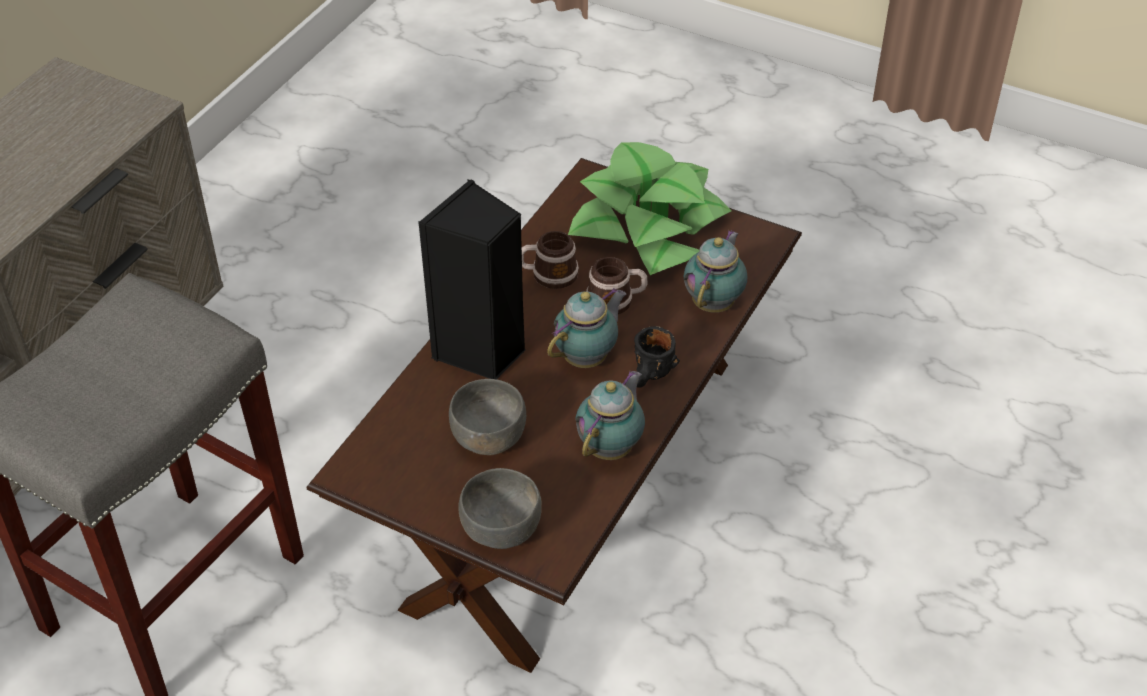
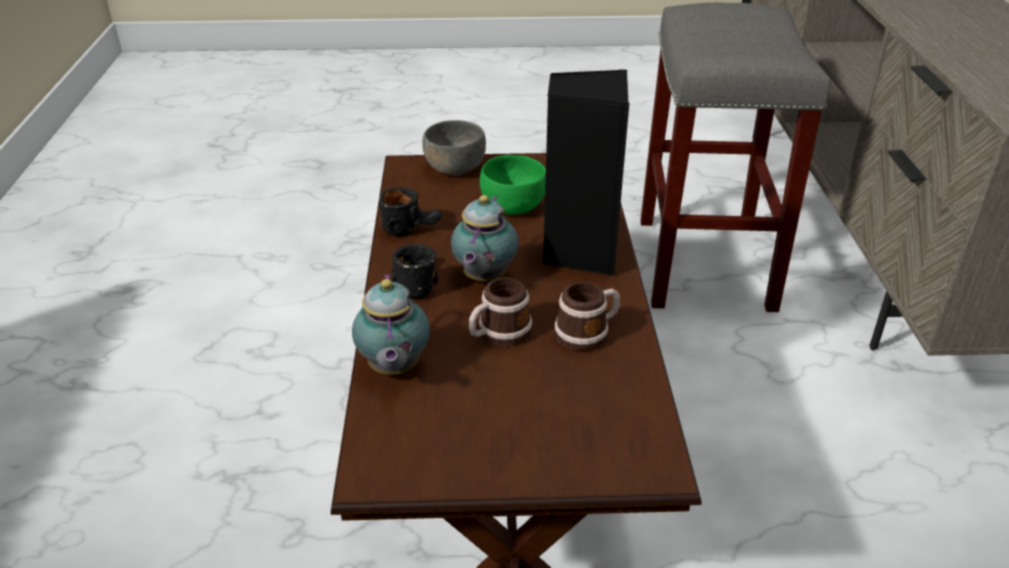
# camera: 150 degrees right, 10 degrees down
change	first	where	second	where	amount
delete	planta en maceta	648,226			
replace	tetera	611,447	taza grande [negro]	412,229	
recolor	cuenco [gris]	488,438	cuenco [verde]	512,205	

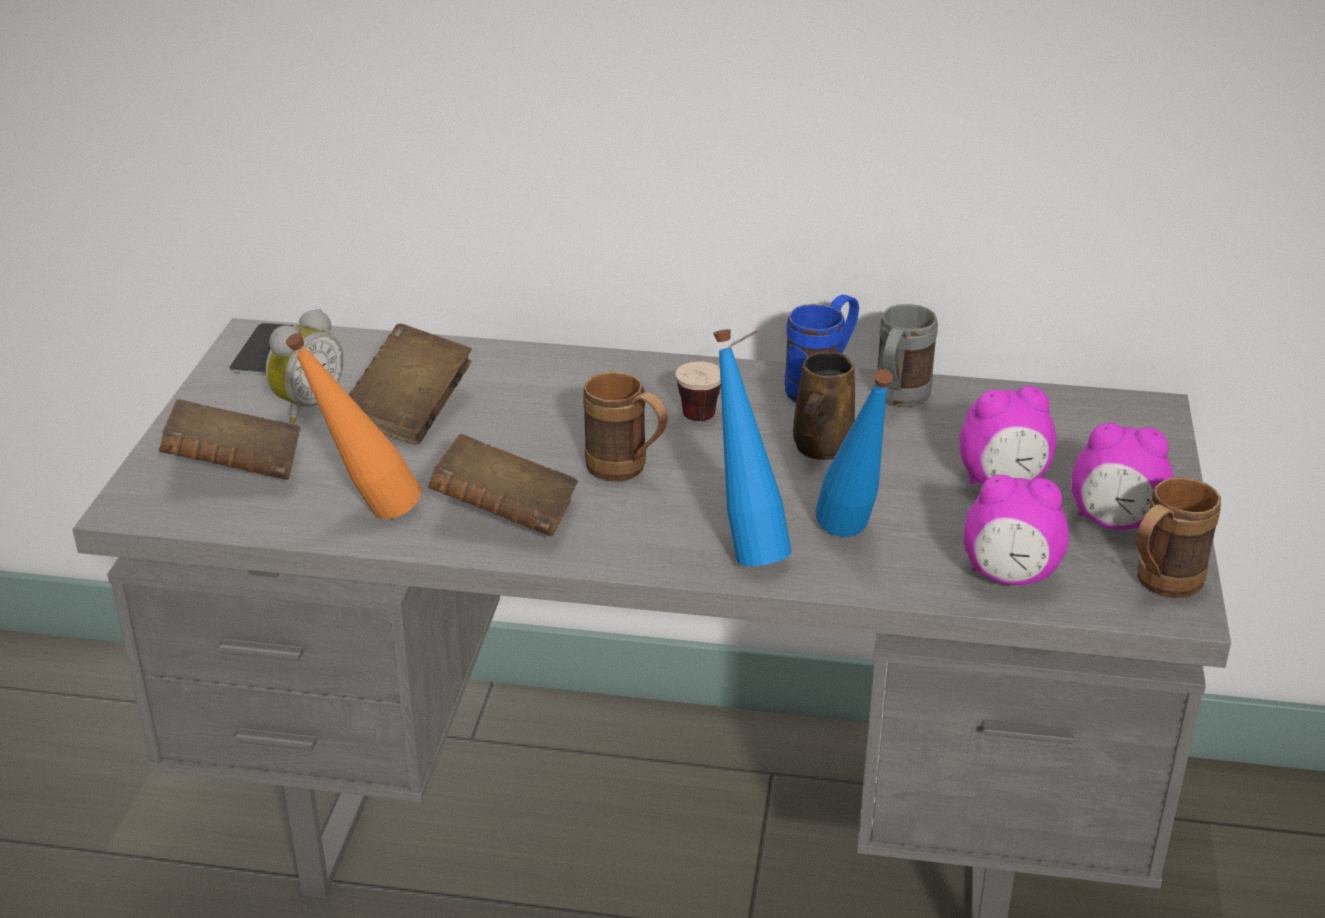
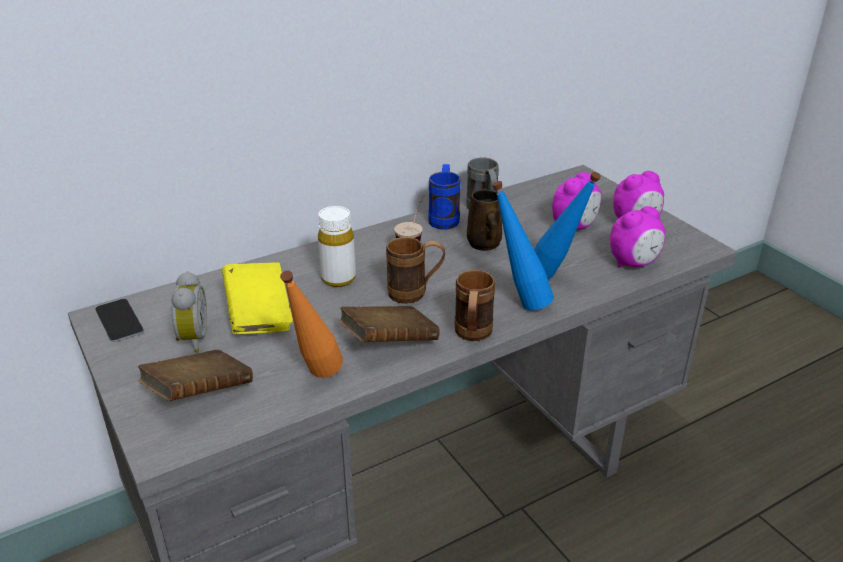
# camera: 40 degrees left, 0 degrees up
change	first	where	second	where	amount
insert			botella [blanco]	338,278	
move	taza grande [marrón]	1159,585		472,336	
recolor	libro [marrón]	410,412	libro [amarillo]	259,315	

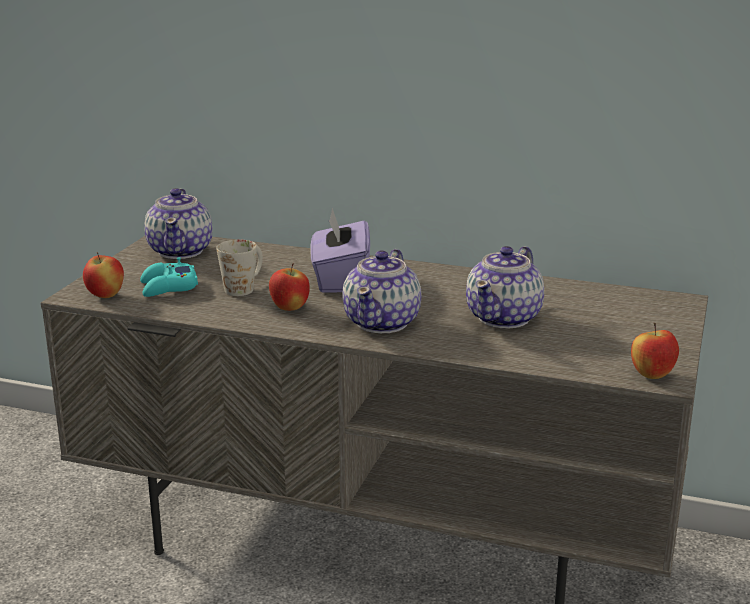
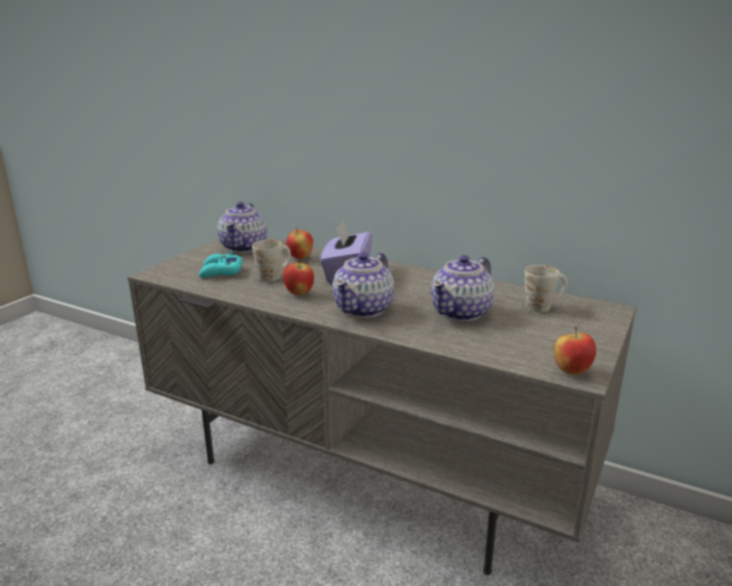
# camera: 10 degrees right, 0 degrees up
change	first	where	second	where	amount
insert			taza grande [blanco]	544,306	
move	manzana	105,296		300,257	

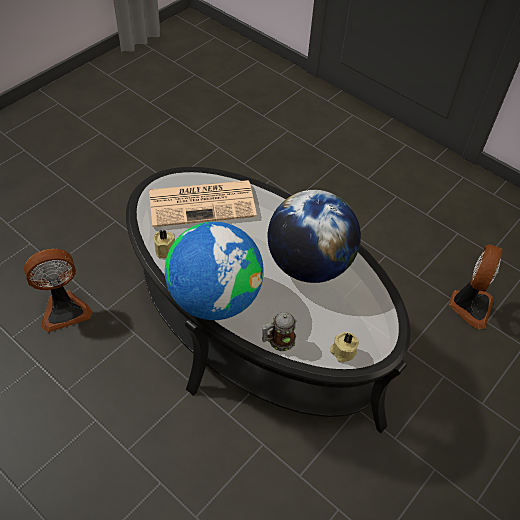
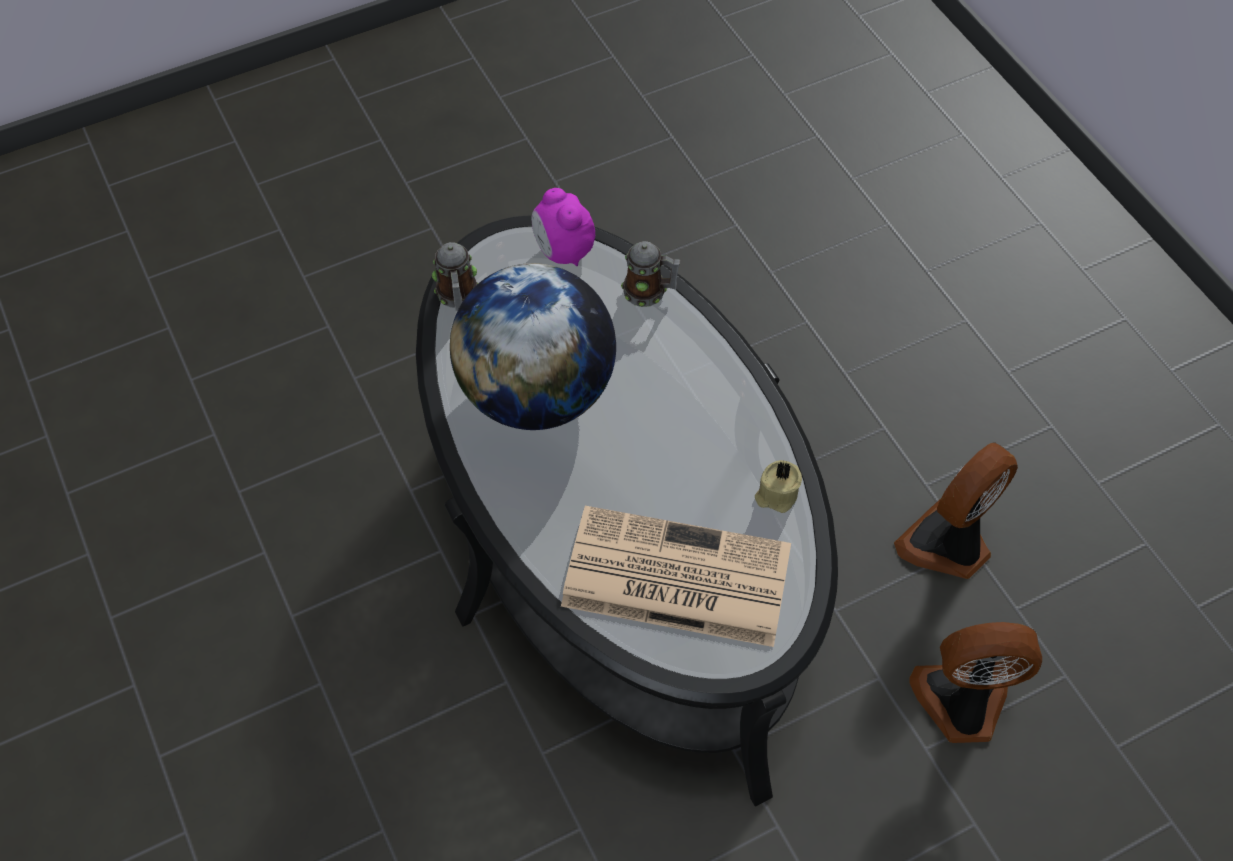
# camera: 155 degrees left, 5 degrees up
change	first	where	second	where	amount
delete	globo terráqueo	215,299			
insert			taza grande	458,297	
move	ventilador	469,305		948,544	
replace	vela [beis]	342,351	despertador	563,251	

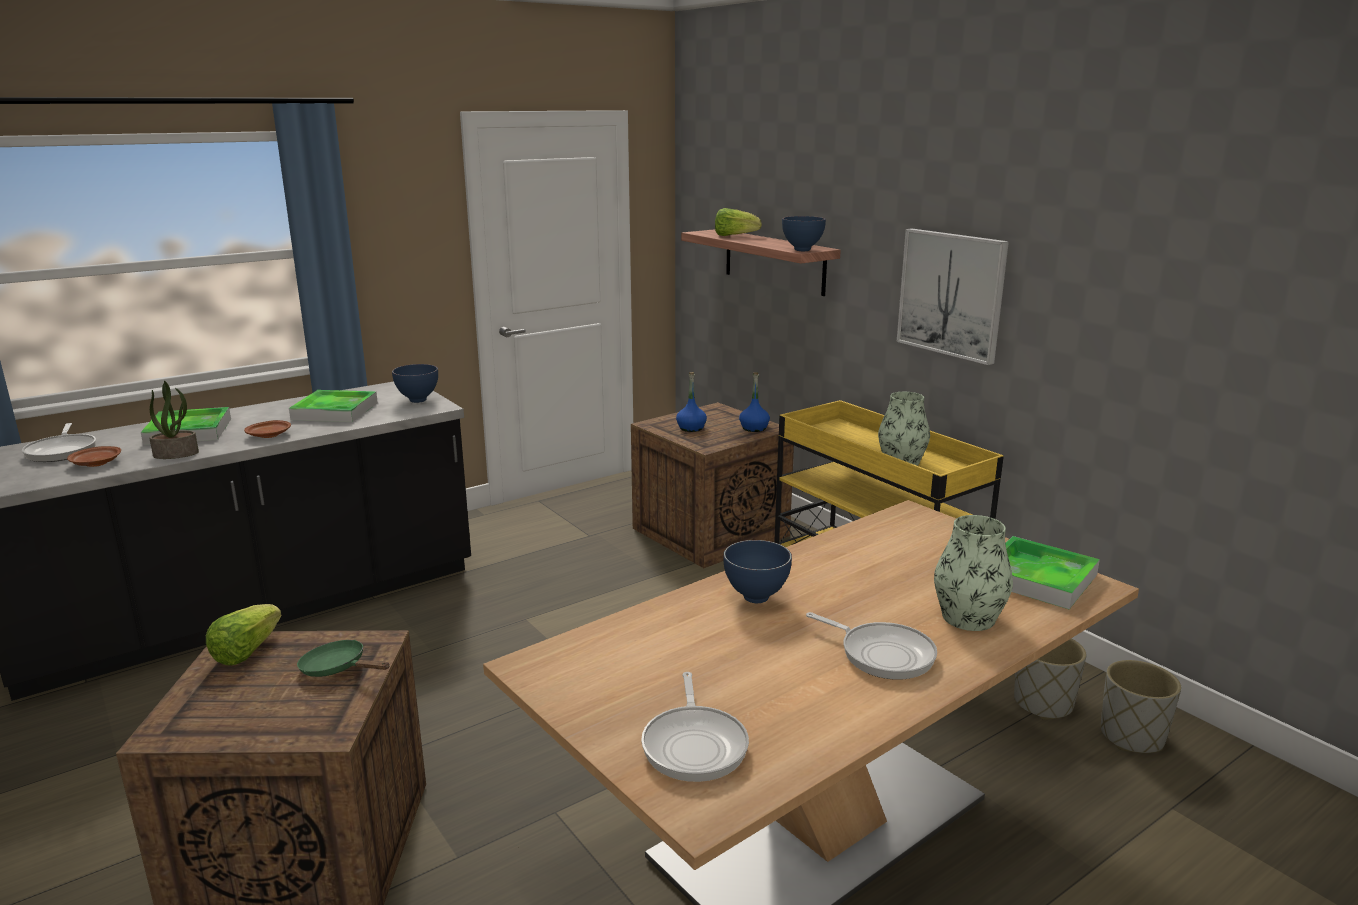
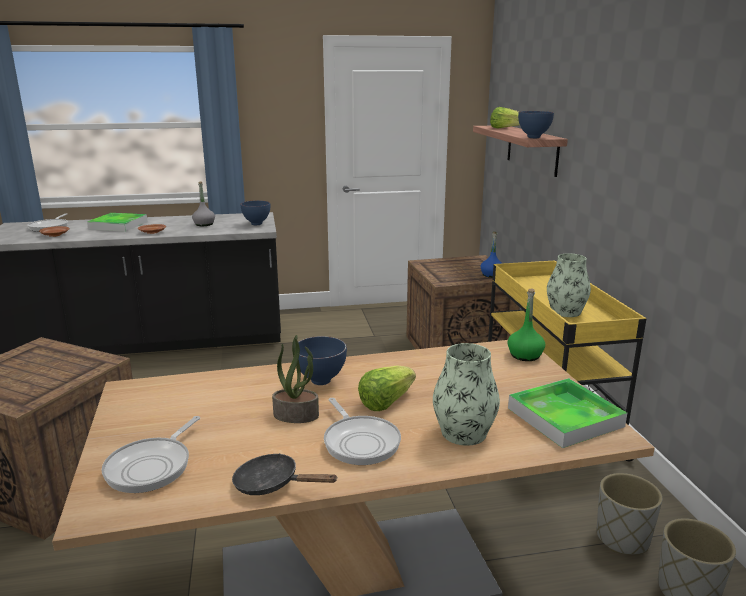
# camera: 25 degrees right, 0 degrees up
change	first	where	second	where	amount
delete	sartén [verde]	338,668			
delete	botella [azul]	691,428			
delete	cuadro	951,294			
insert			sartén [negro]	272,484	
insert			botella [verde]	525,355	
move	planta en maceta	177,454		297,415	
move	lechuga	246,651		386,402	
replace	bandeja	335,411	botella [gris]	204,224	

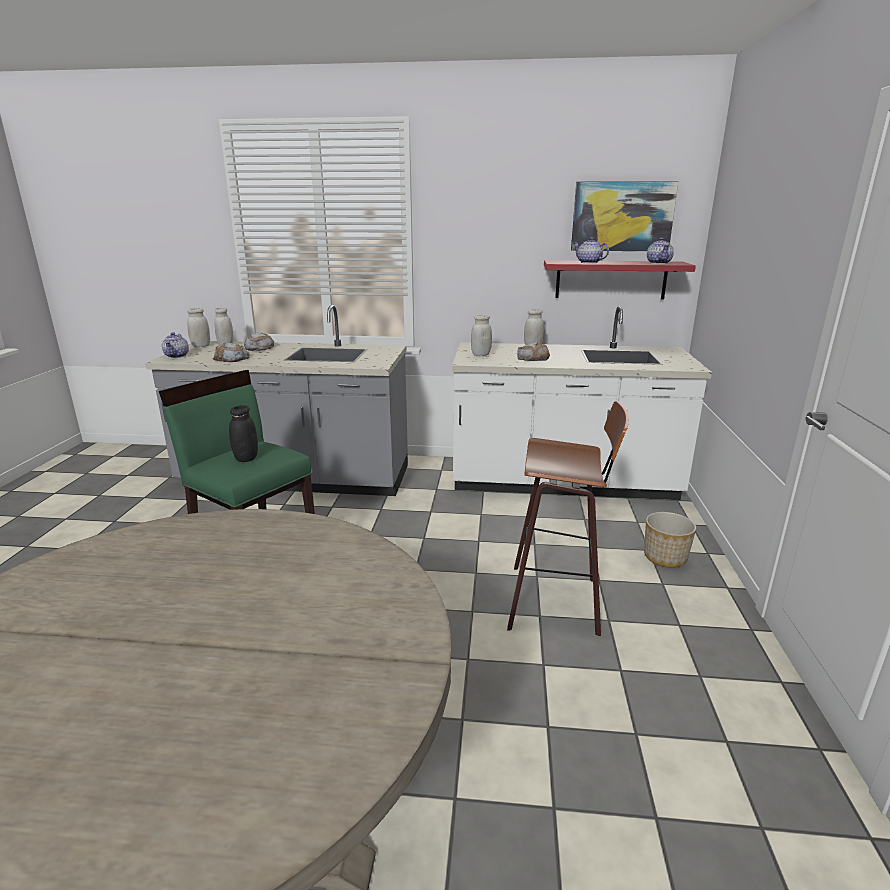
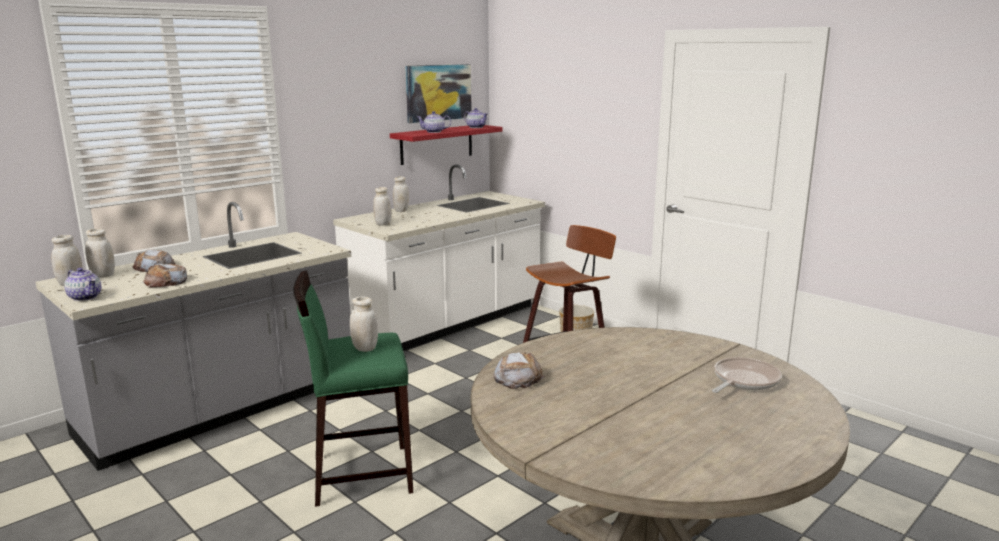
# camera: 50 degrees left, 5 degrees down
change	first	where	second	where	amount
insert			sartén	744,380	
move	pan	533,358		518,377	
recolor	tarro [negro]	246,458	tarro [blanco]	365,348	

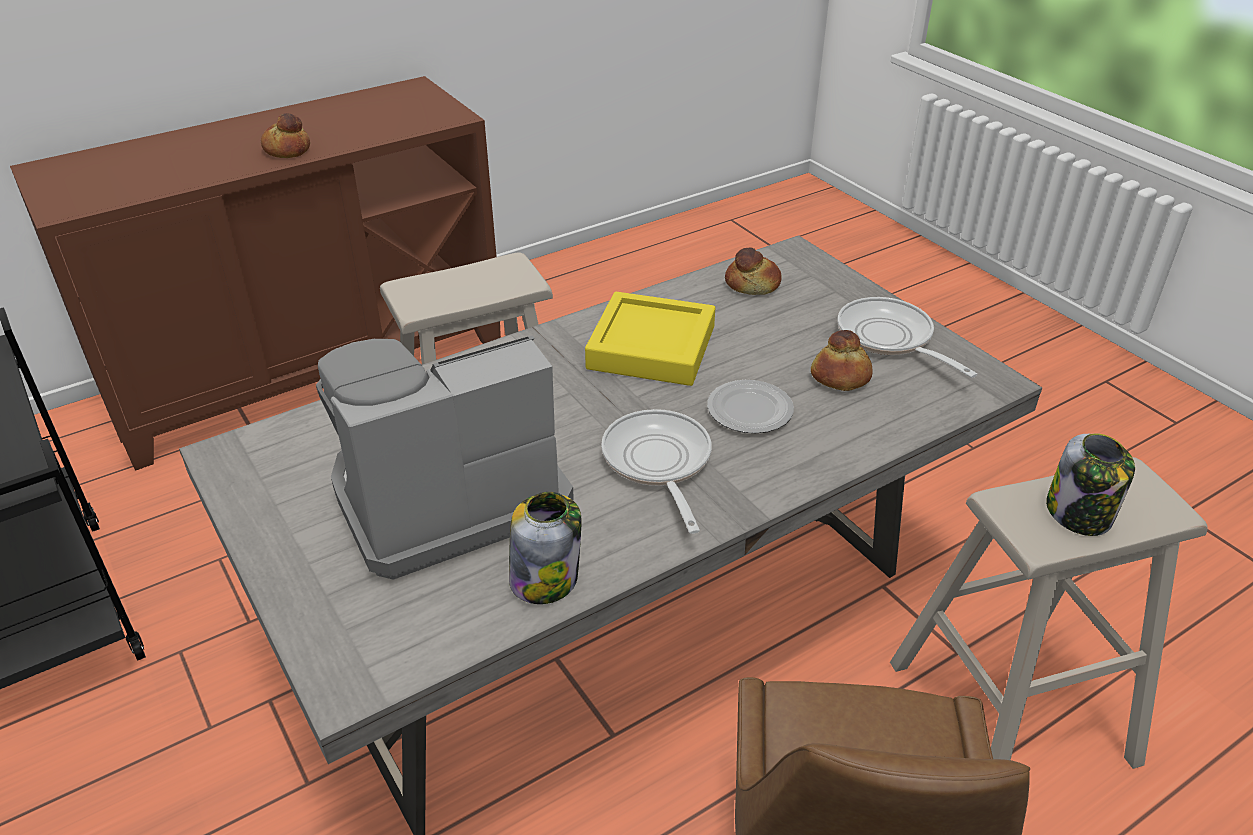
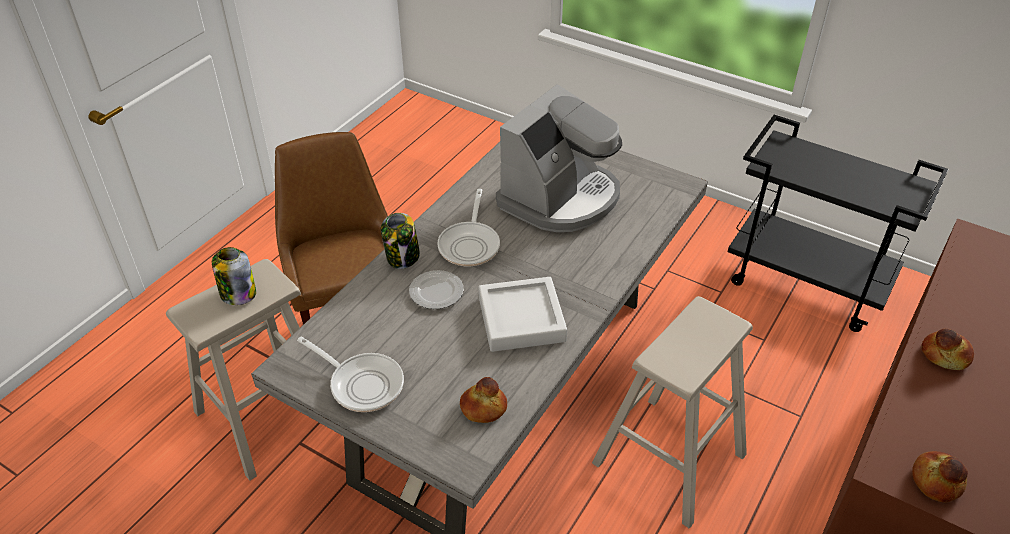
# camera: 155 degrees right, 5 degrees up
change	first	where	second	where	amount
move	tarro	545,578		403,257	
move	pan	840,377		937,481	
recolor	bandeja [amarillo]	651,347	bandeja [gris]	521,319	
rotate	sartén	658,463		470,244	45 degrees clockwise

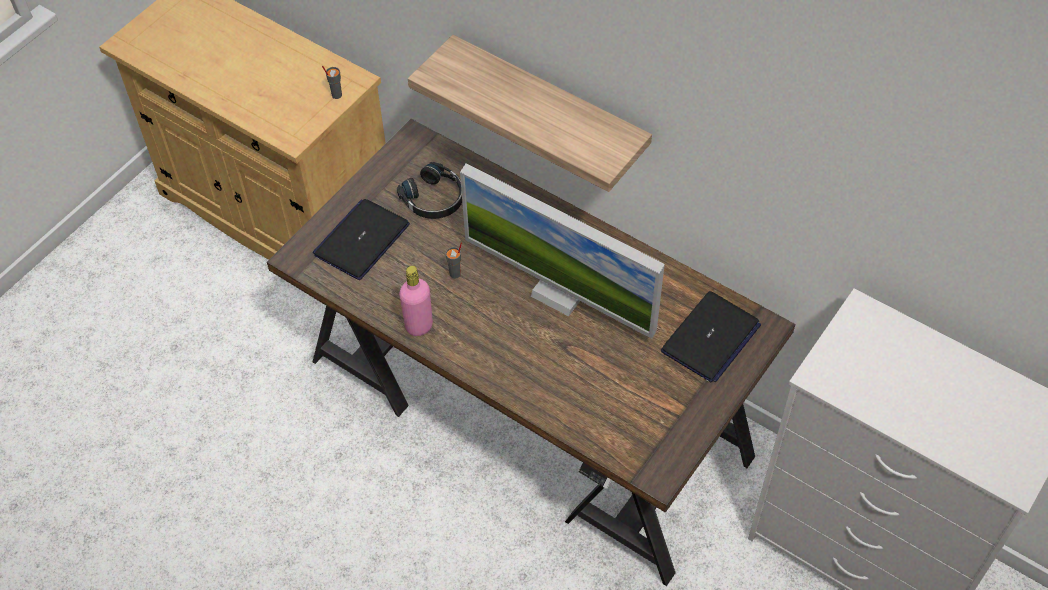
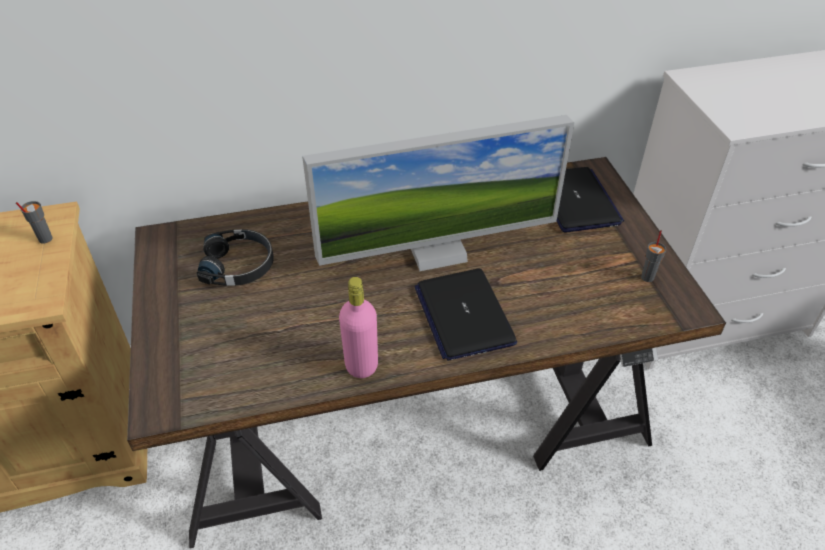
# camera: 50 degrees left, 10 degrees down
change	first	where	second	where	amount
delete	estante	549,109			
move	portátil	362,240		463,315	
move	taza [gris]	455,274		647,277	

